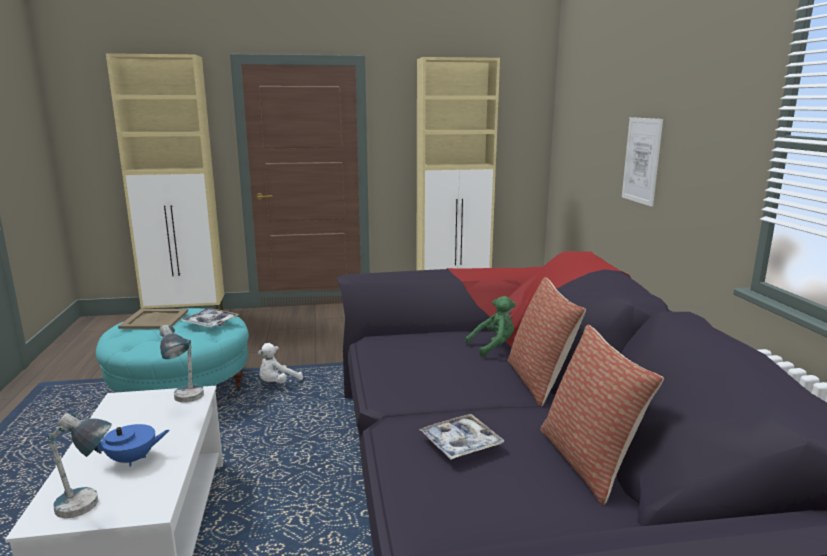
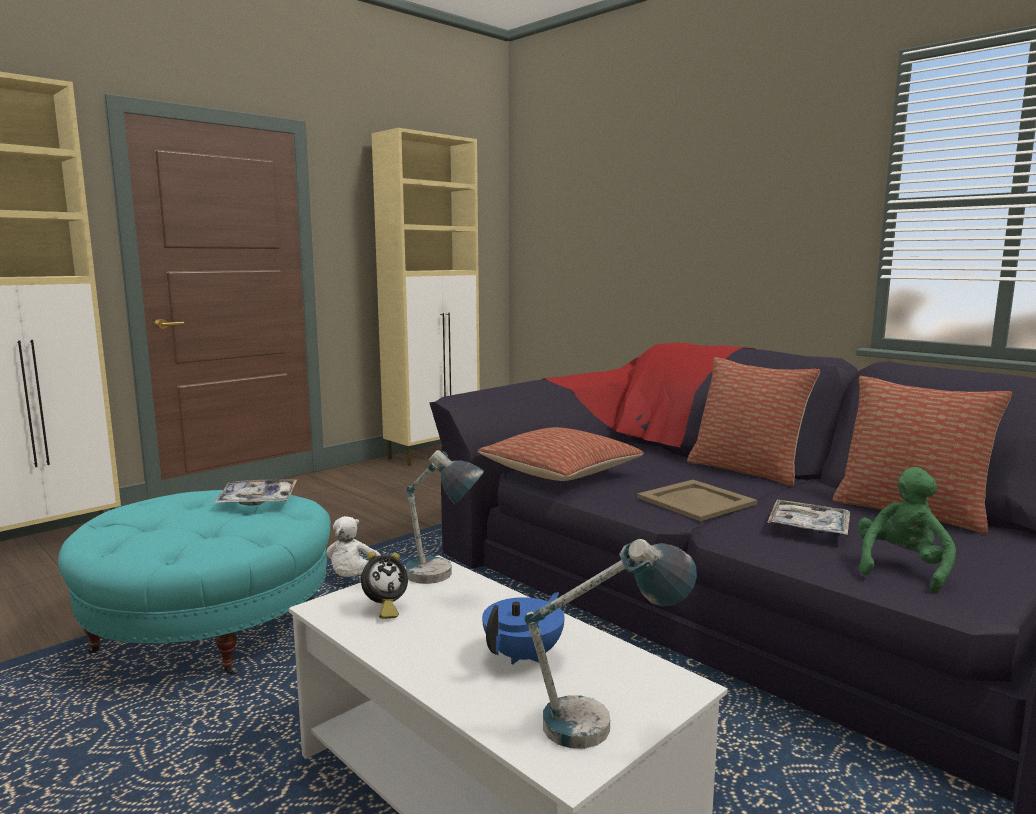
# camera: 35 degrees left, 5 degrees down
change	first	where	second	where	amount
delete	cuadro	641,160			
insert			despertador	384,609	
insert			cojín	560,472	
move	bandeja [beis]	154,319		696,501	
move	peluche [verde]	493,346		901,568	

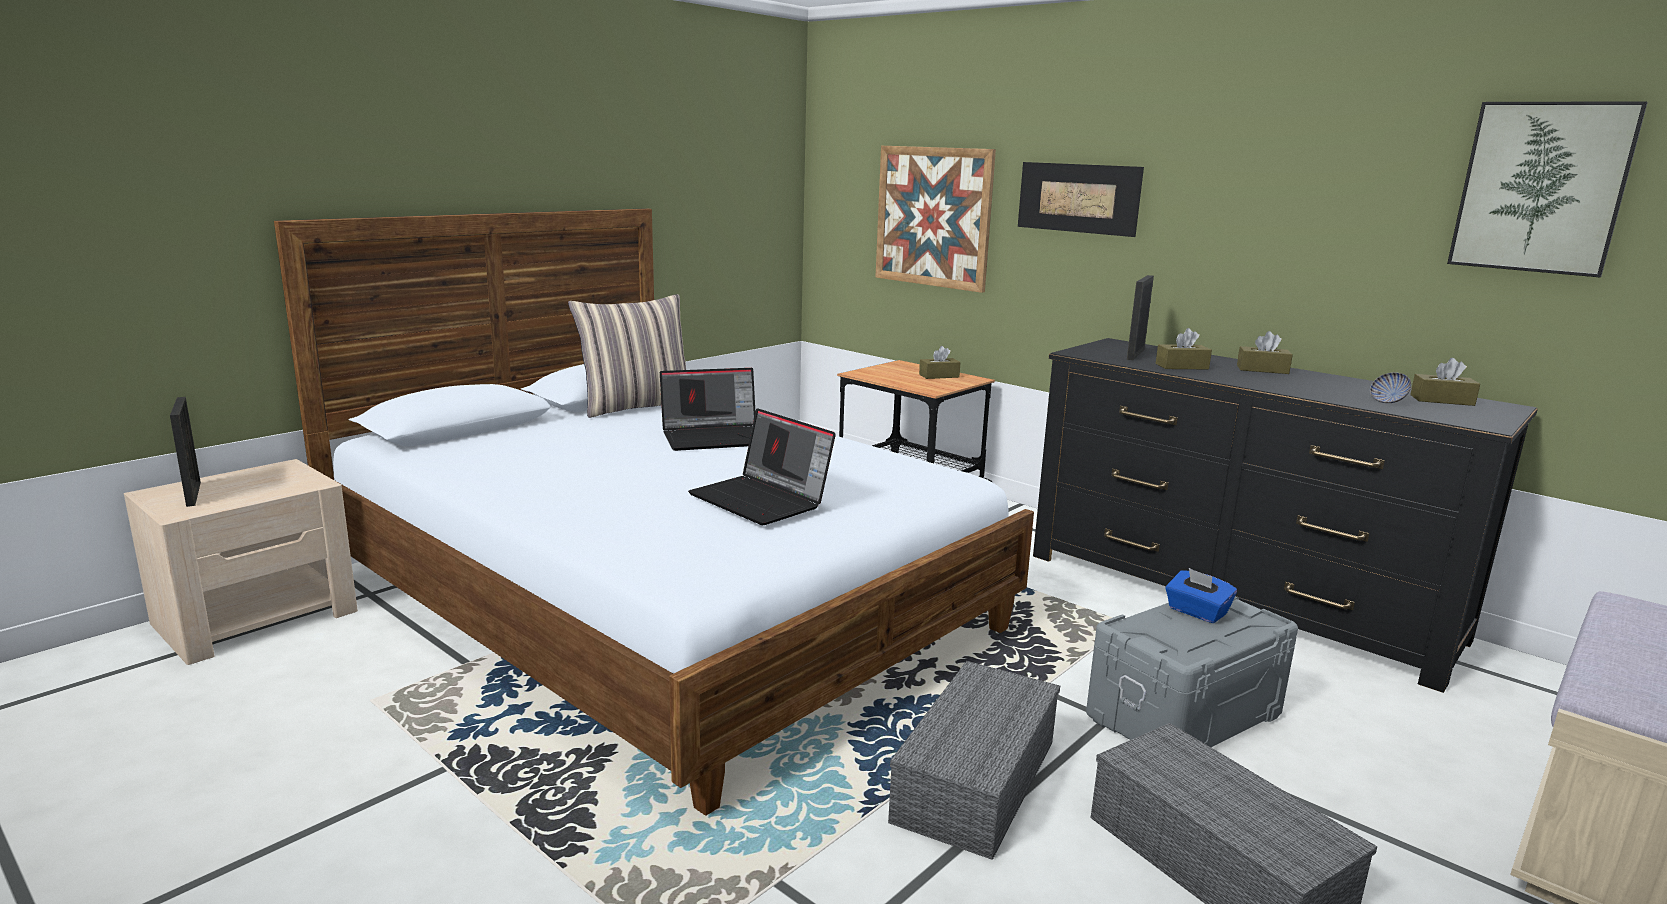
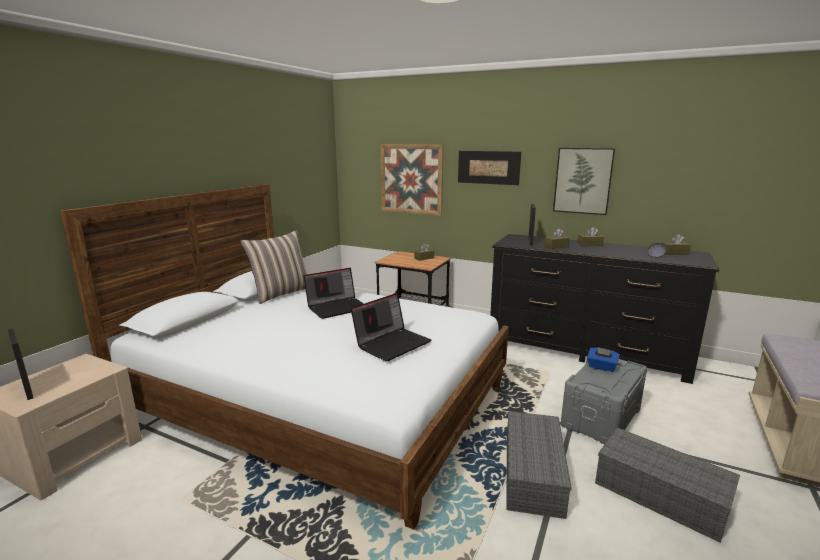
# camera: 15 degrees left, 0 degrees up
change	first	where	second	where	amount
move	cuadro	1541,188		583,180	
rotate	portátil	762,500		392,343	75 degrees counterclockwise

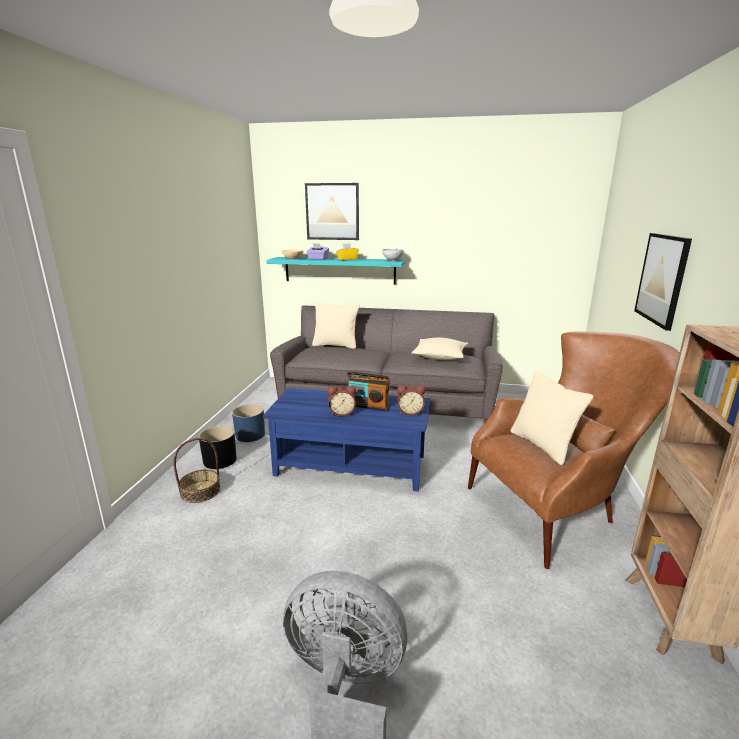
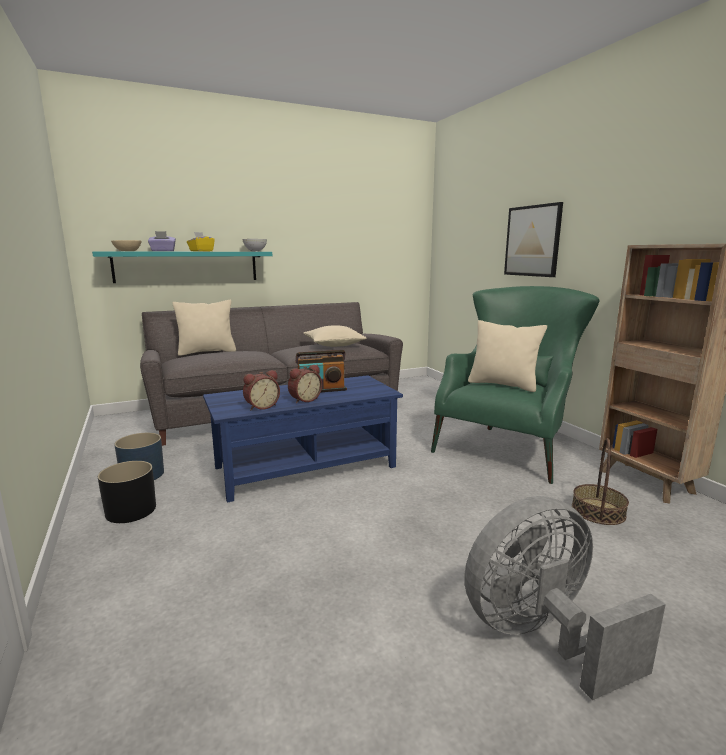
# camera: 35 degrees left, 5 degrees down
change	first	where	second	where	amount
delete	cuadro	332,211			
move	cesta	200,491		598,511	
move	despertador	410,412		261,406	
recolor	sillón [marrón]	558,508	sillón [verde]	508,444	

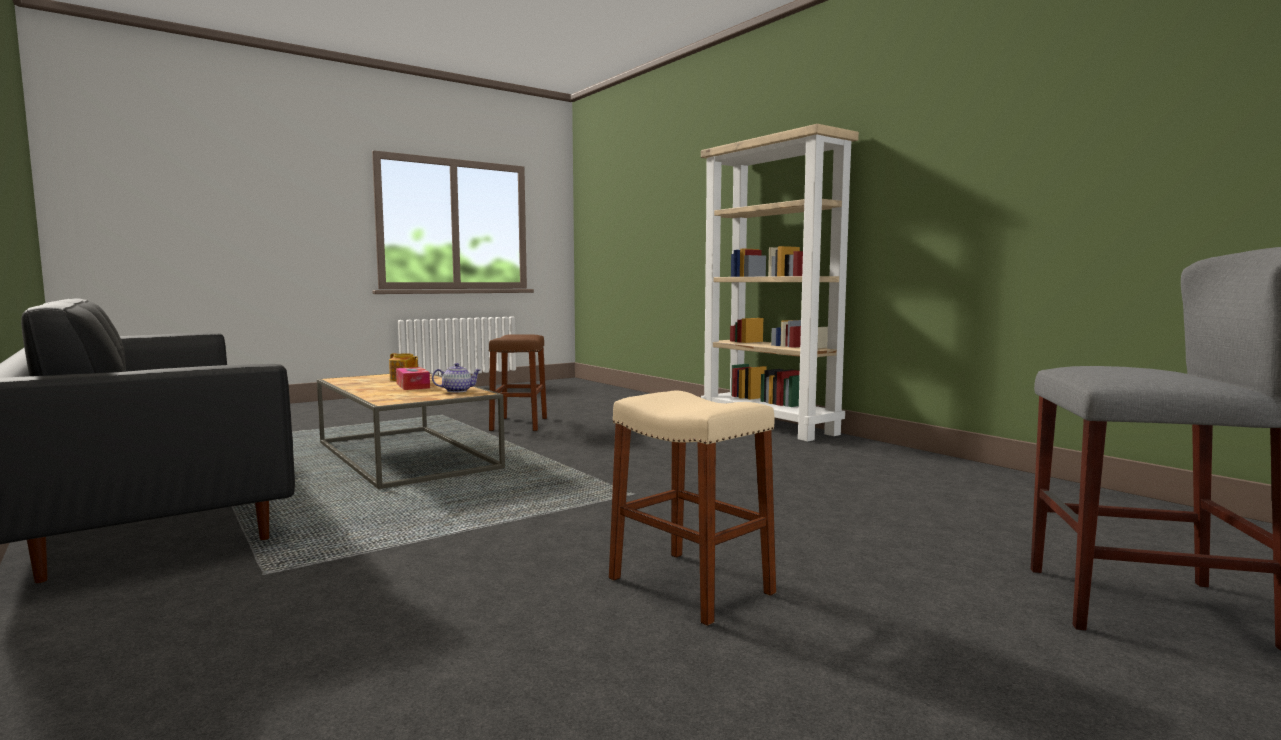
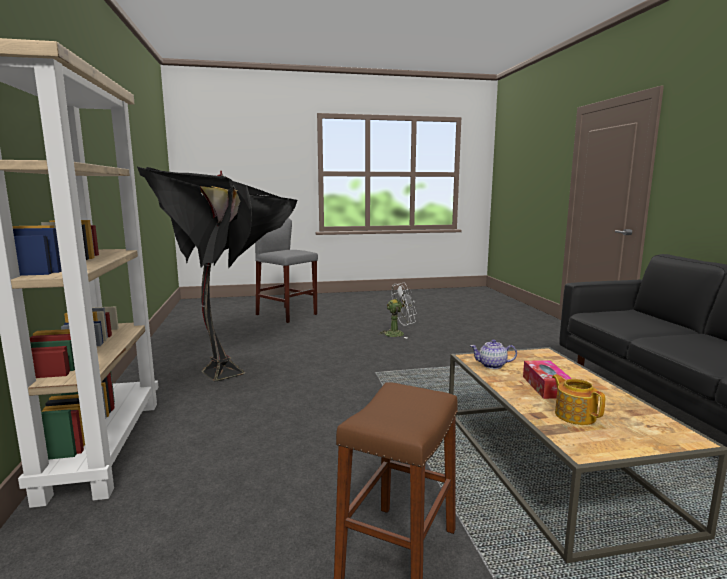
# camera: 155 degrees left, 5 degrees up
change	first	where	second	where	amount
insert			lámpara de pie [negro]	233,370	
replace	taburete [beis]	690,586	ventilador [blanco]	398,333	

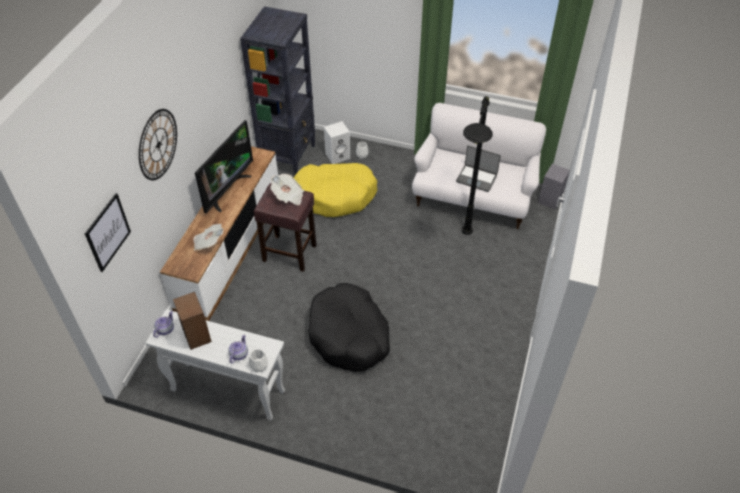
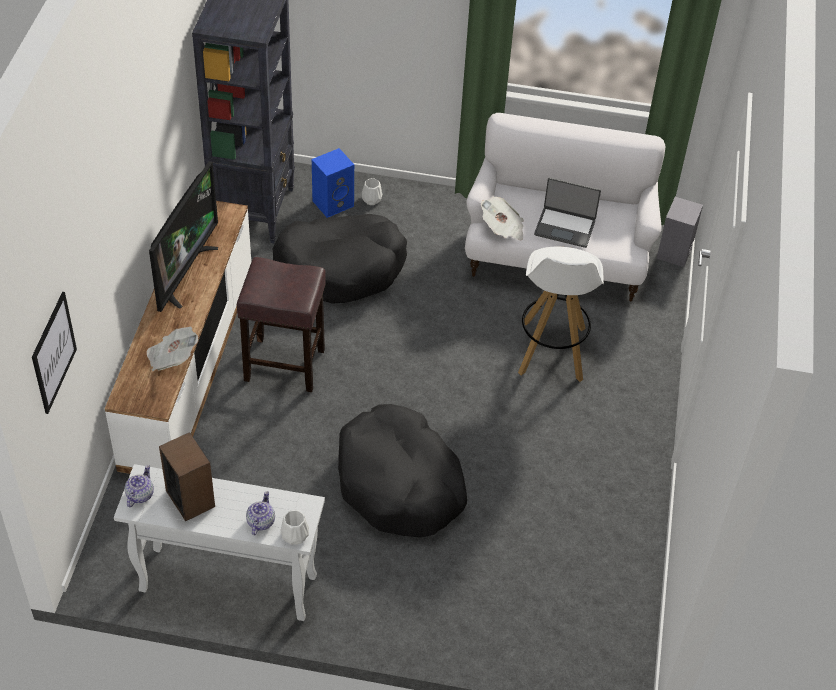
# camera: 10 degrees left, 0 degrees up
change	first	where	second	where	amount
delete	reloj de pared	158,144			
move	periódico	288,196		502,228	
replace	lámpara de pie [negro]	461,257	taburete [blanco]	552,351	
recolor	cama para perro [amarillo]	335,195	cama para perro [negro]	341,268	
recolor	altavoz [blanco]	338,155	altavoz [azul]	333,202	

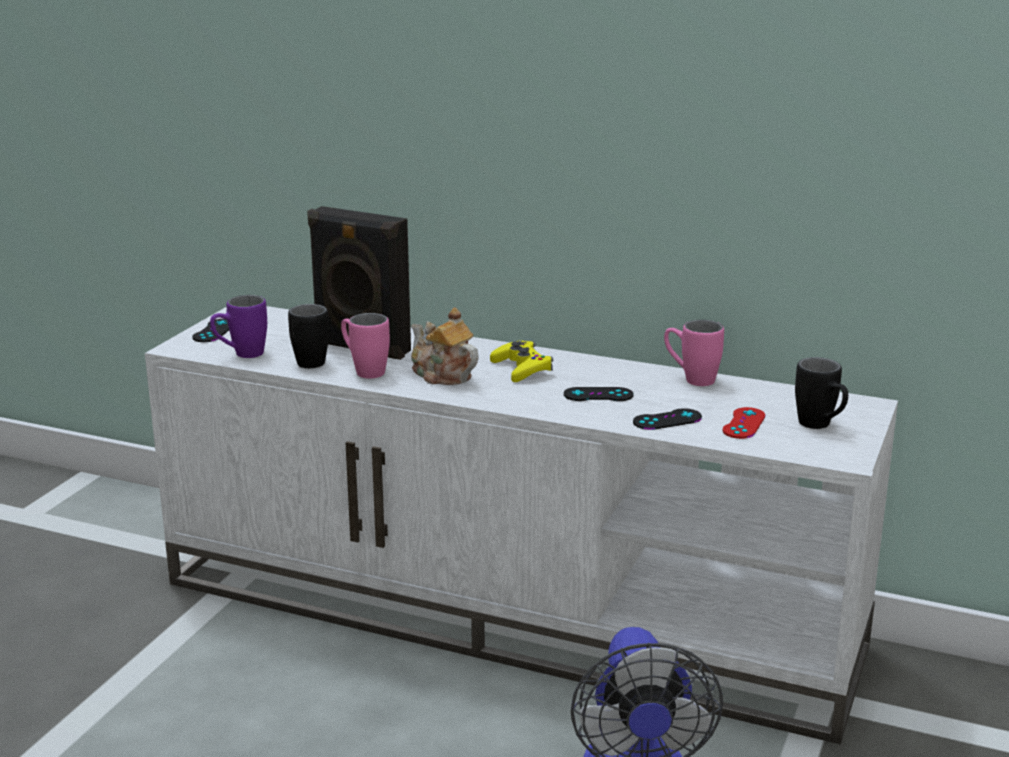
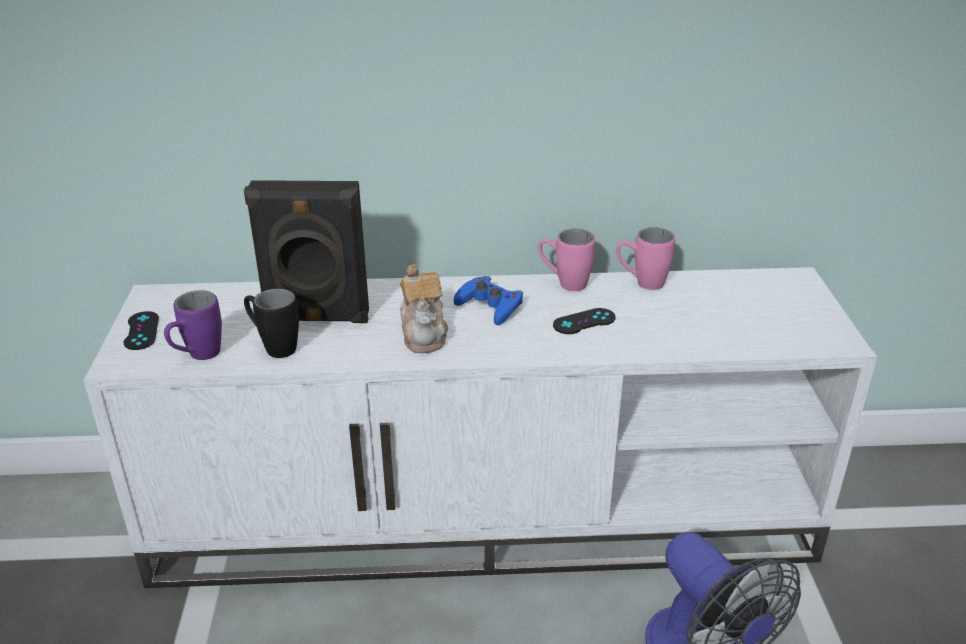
# camera: 25 degrees left, 10 degrees up
change	first	where	second	where	amount
delete	mando de consola [negro]	667,420			
delete	mando de consola [rojo]	744,423			
delete	taza grande [negro]	820,426			
move	taza grande [rosa]	364,370		564,283	
recolor	mando de consola [amarillo]	522,368	mando de consola [azul]	490,306	
rotate	tetera	442,375		424,333	120 degrees counterclockwise

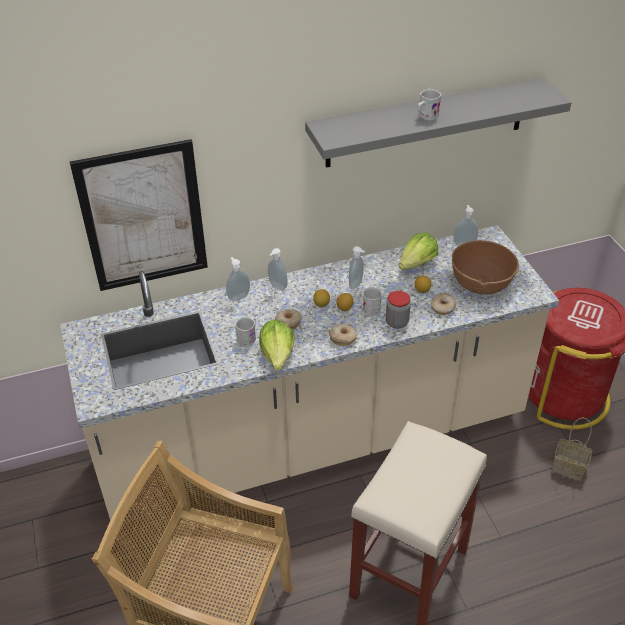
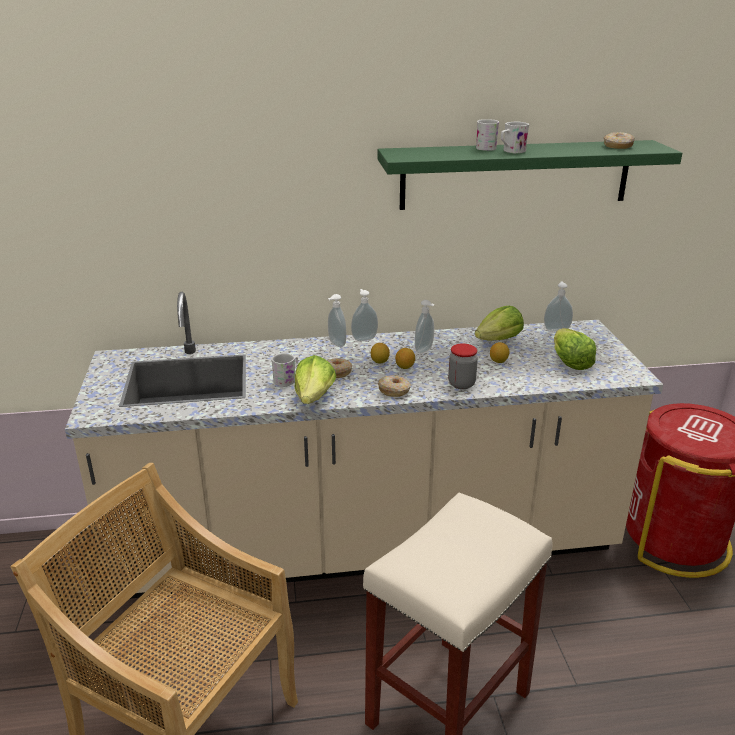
# camera: 10 degrees right, 15 degrees down
change	first	where	second	where	amount
delete	cuadro	143,217			
delete	cesta	570,467			
move	dispensador de jabón	238,297		364,338	
move	taza grande [blanco]	371,307		486,147	
move	rosquilla	443,307		618,146	
replace	cuenco [marrón]	481,283	lechuga	569,362	
recolor	estante [gris]	426,123	estante [verde]	515,174	

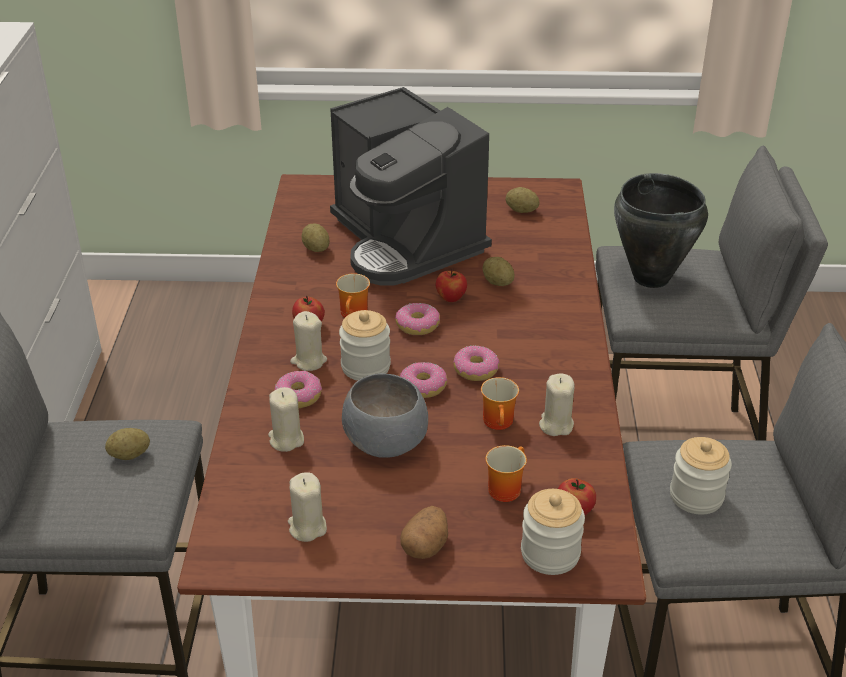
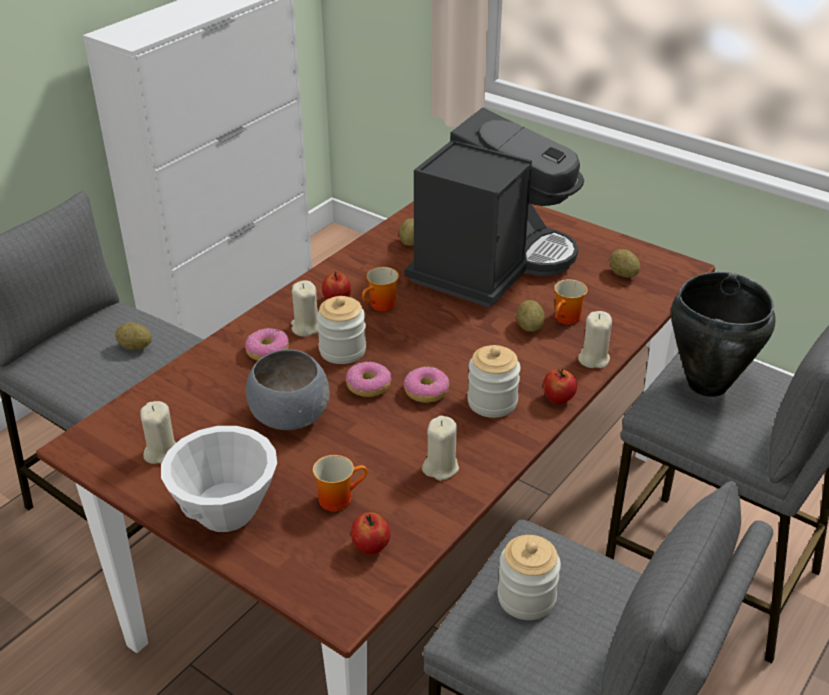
# camera: 35 degrees right, 0 degrees up
change	first	where	second	where	amount
delete	rosquilla	418,325			
move	vela [beis]	286,439		593,359	
move	manzana	451,298		558,399	
move	taza grande	500,422		568,319	
move	tarro	550,553		492,402	
replace	patata	425,546	cuenco [blanco]	225,511	
rotate	cafetera	406,241		490,263	150 degrees counterclockwise

